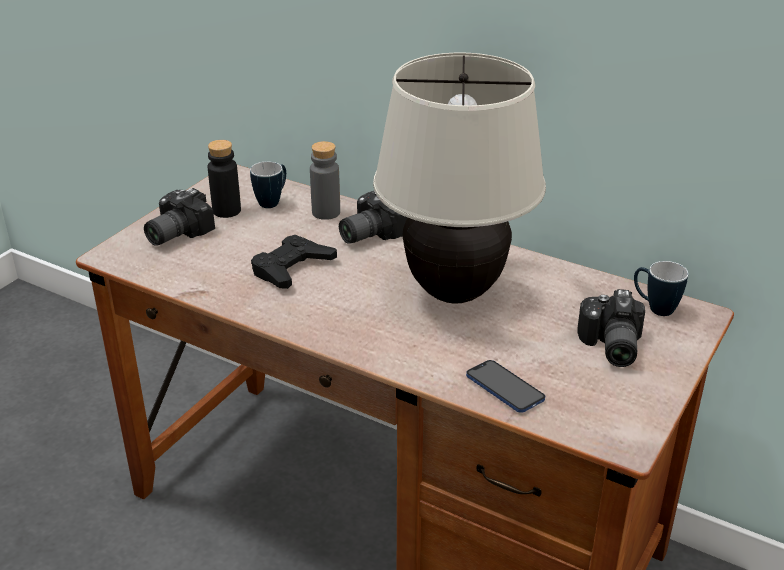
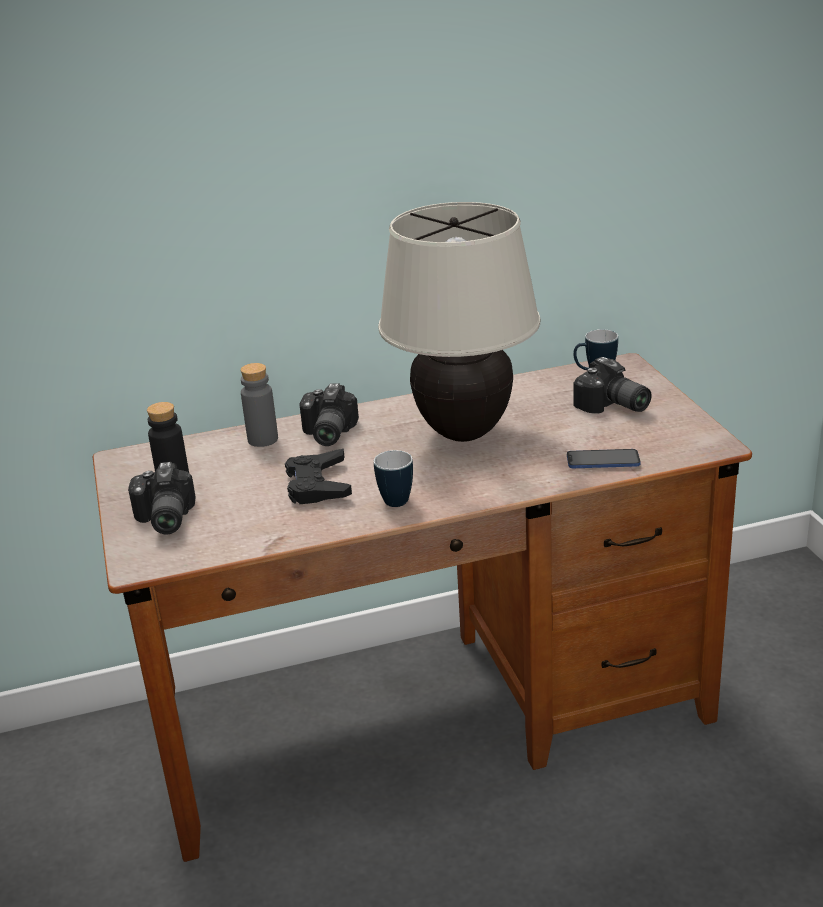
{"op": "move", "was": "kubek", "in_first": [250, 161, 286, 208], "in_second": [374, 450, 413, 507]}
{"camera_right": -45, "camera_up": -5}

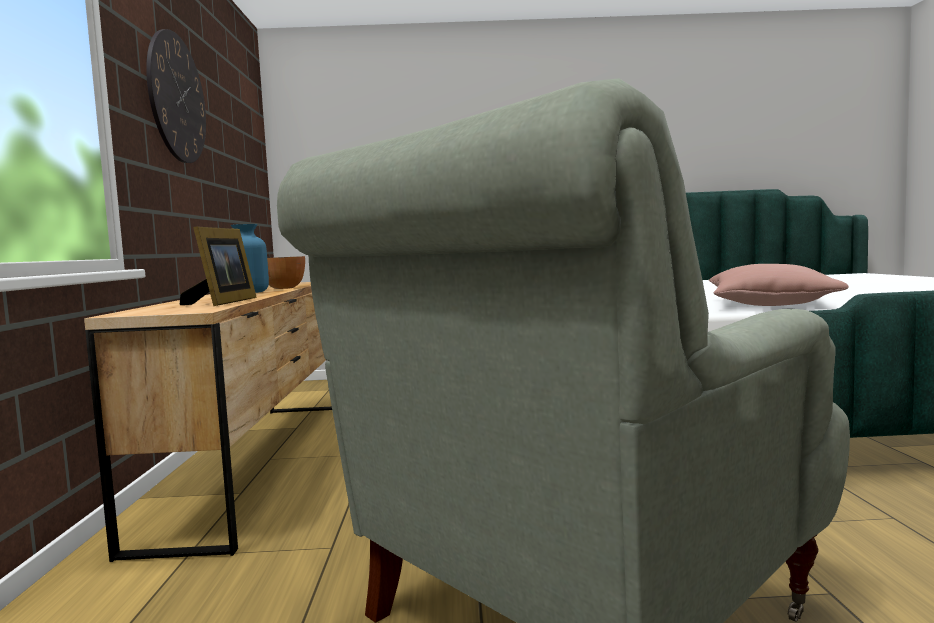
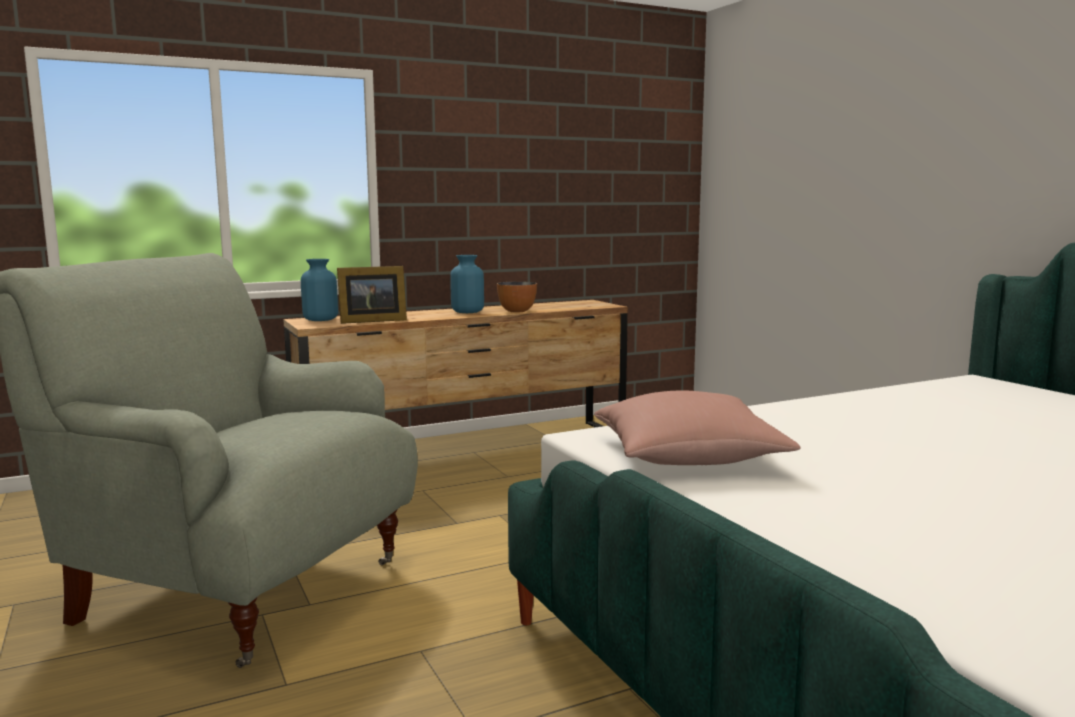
{"op": "delete", "was": "zegar ścienny", "in_first": [146, 29, 206, 163]}
{"op": "insert", "now": "wazon [niebieski]", "in_second": [301, 259, 338, 321]}
{"camera_right": 65, "camera_up": 5}

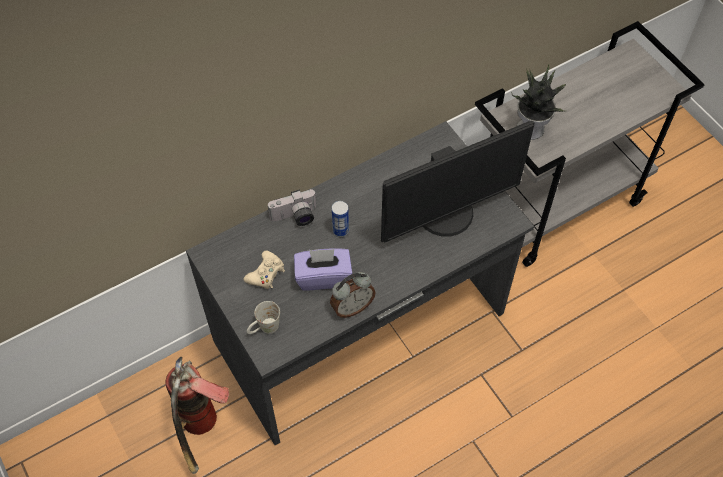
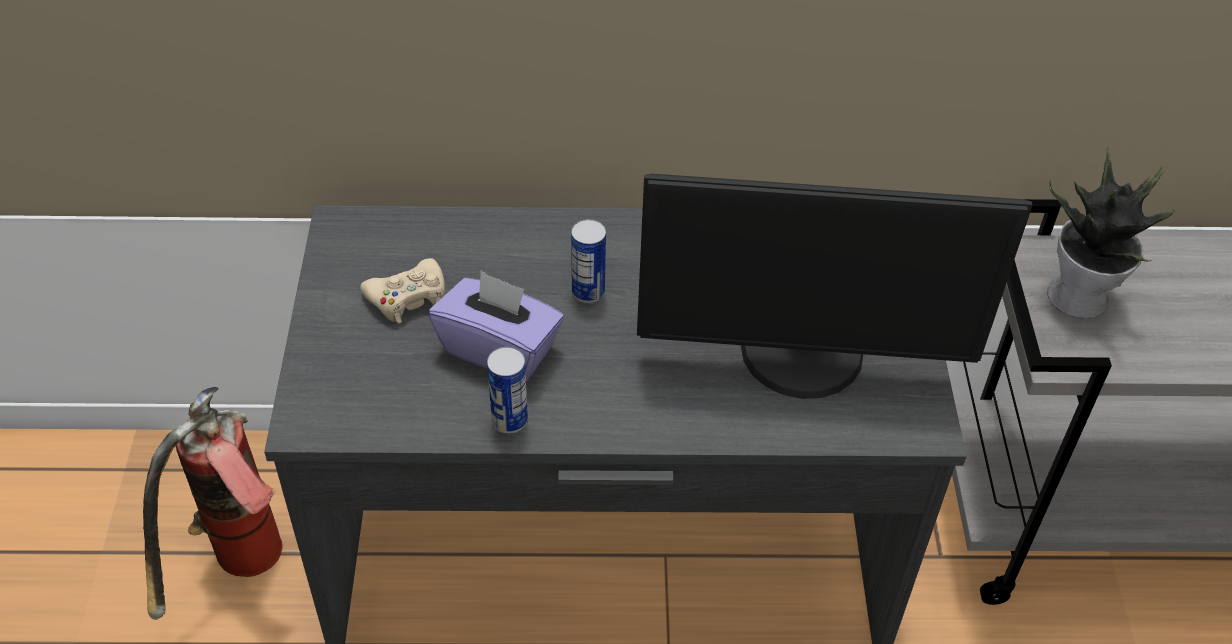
{"op": "delete", "was": "kubek [biały]", "in_first": [247, 301, 280, 334]}
{"op": "delete", "was": "aparat fotograficzny", "in_first": [268, 189, 317, 226]}
{"op": "replace", "was": "budzik", "now": "puszka", "in_first": [330, 272, 376, 318], "in_second": [487, 347, 528, 435]}
{"camera_right": 30, "camera_up": -10}

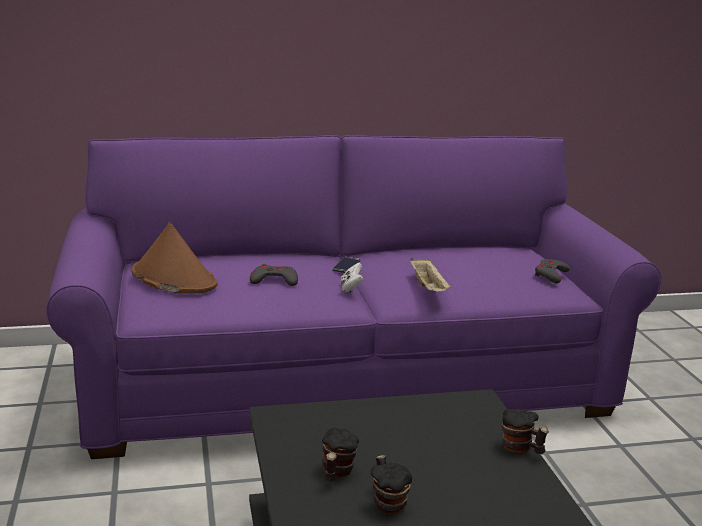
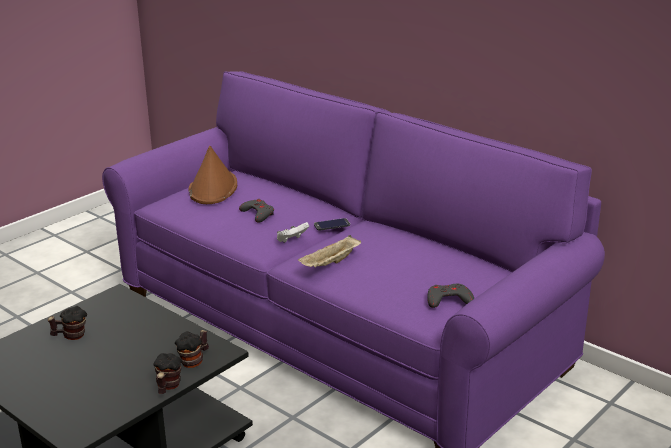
{"op": "move", "was": "kubek", "in_first": [370, 455, 412, 514], "in_second": [175, 330, 209, 368]}
{"camera_right": 55, "camera_up": 5}

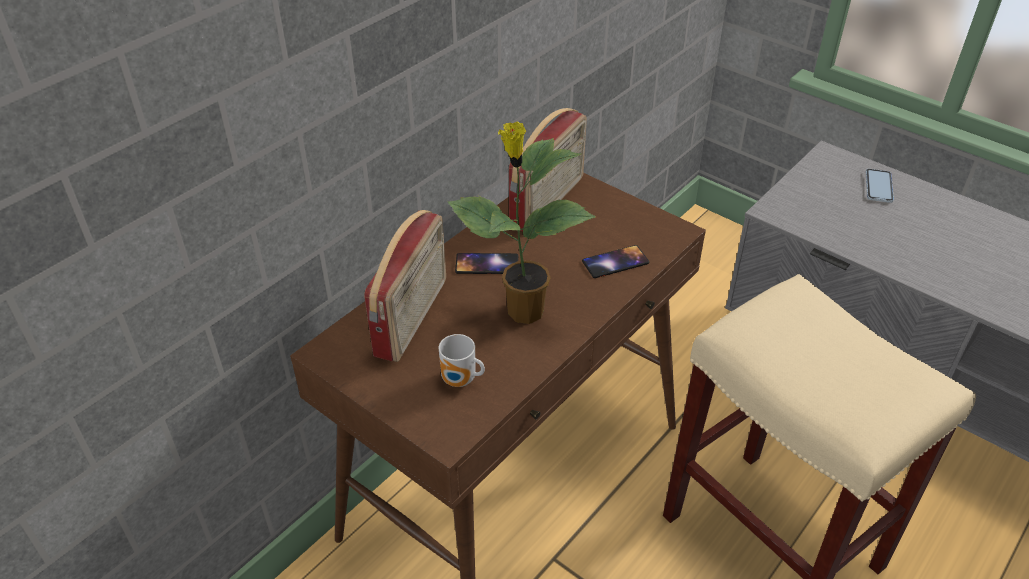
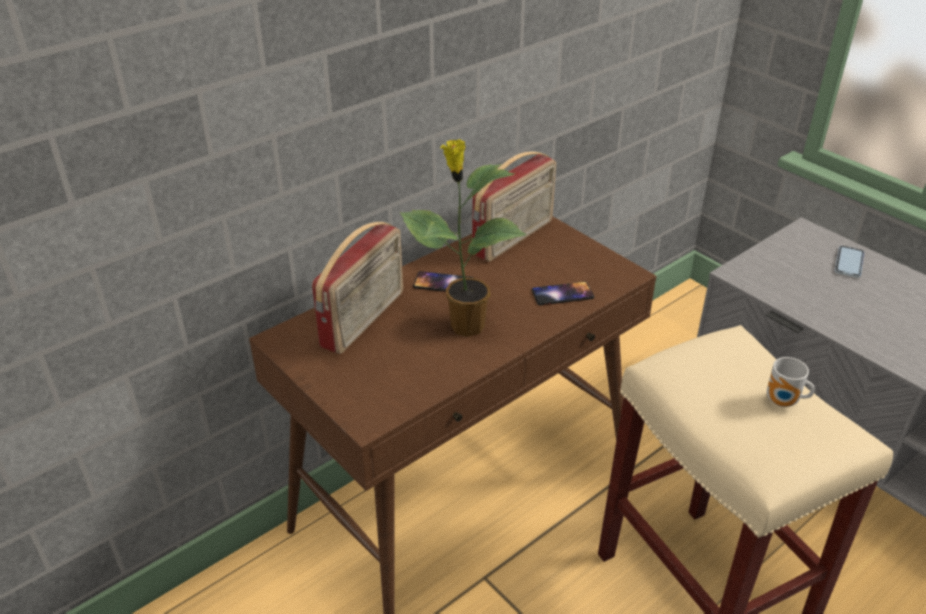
{"op": "move", "was": "kubek", "in_first": [439, 334, 485, 387], "in_second": [767, 357, 815, 407]}
{"camera_right": 10, "camera_up": -5}

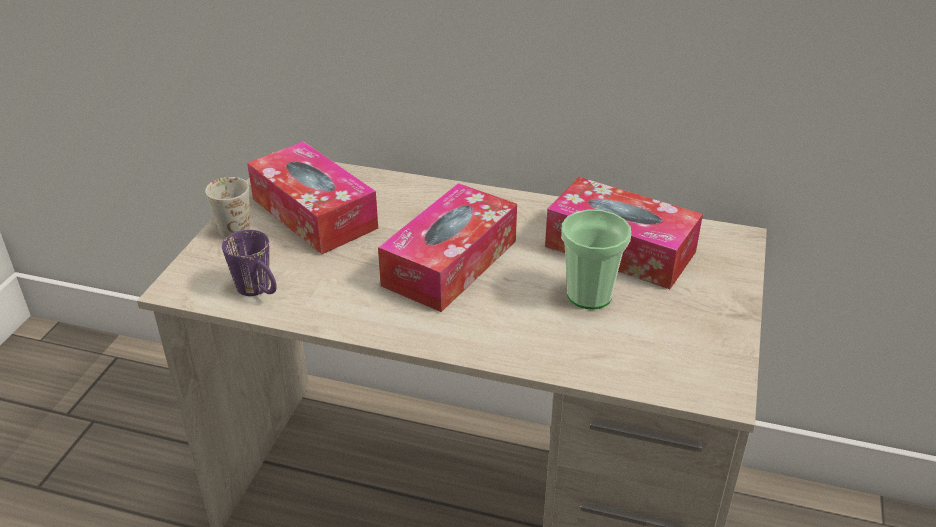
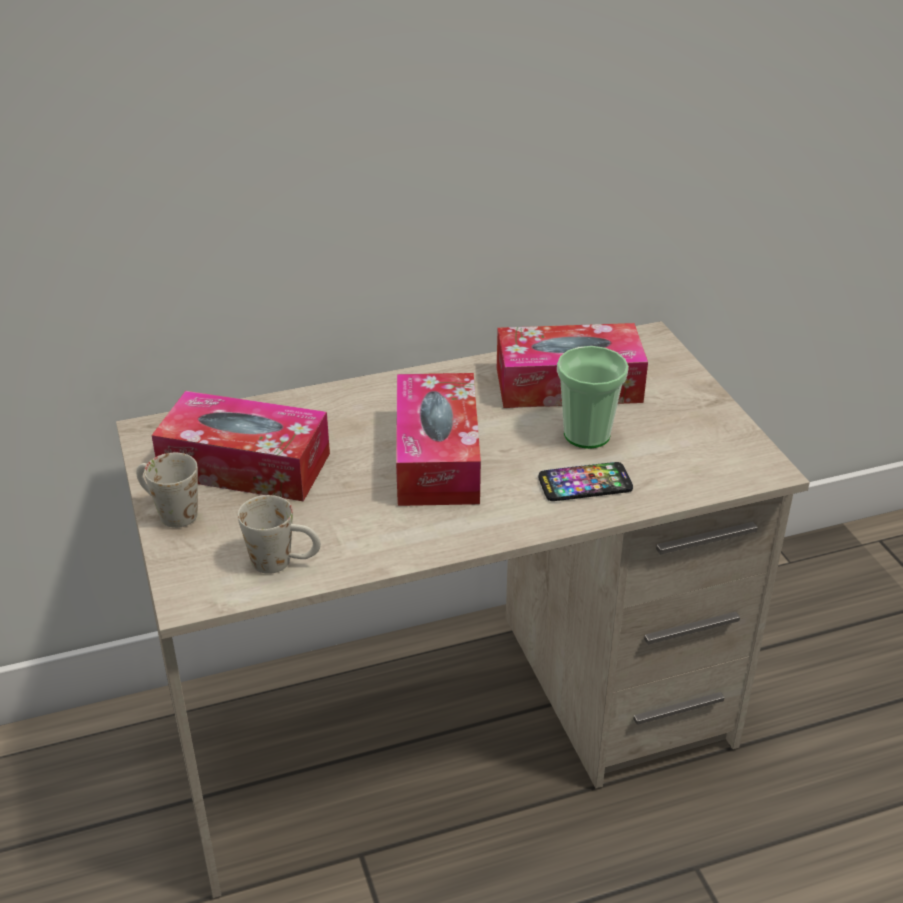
{"op": "recolor", "was": "kubek [fioletowy]", "now": "kubek [biały]", "in_first": [222, 230, 277, 296], "in_second": [238, 495, 321, 574]}
{"op": "insert", "now": "telefon", "in_second": [539, 462, 633, 501]}
{"camera_right": -35, "camera_up": 0}

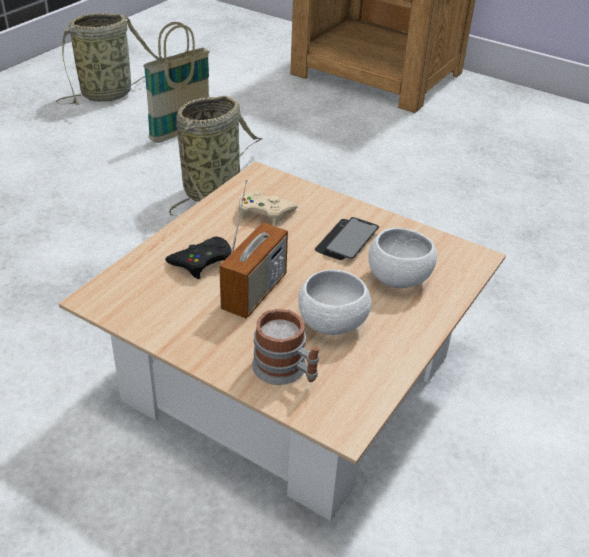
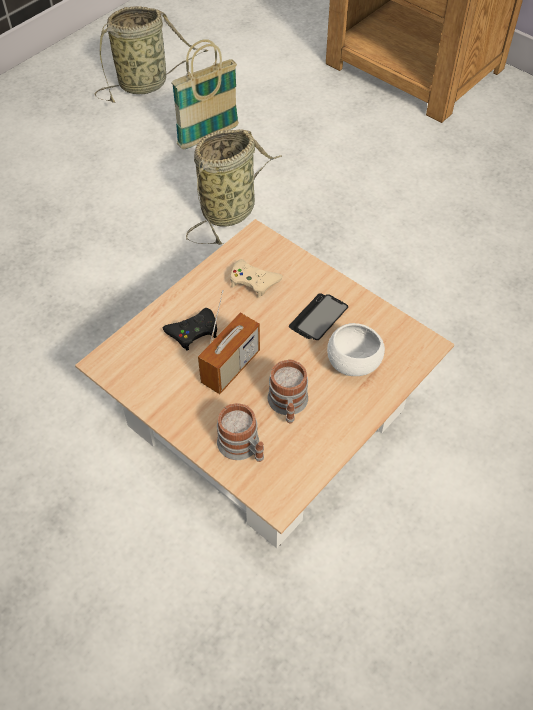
{"op": "replace", "was": "miska [biały]", "now": "kubek", "in_first": [298, 270, 371, 335], "in_second": [268, 359, 308, 423]}
{"camera_right": 10, "camera_up": 15}

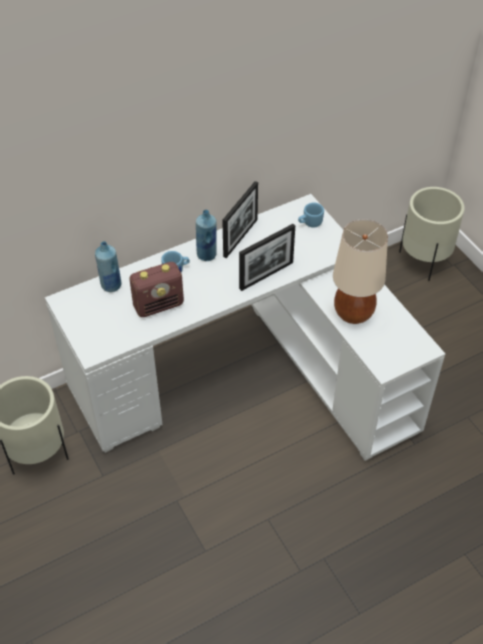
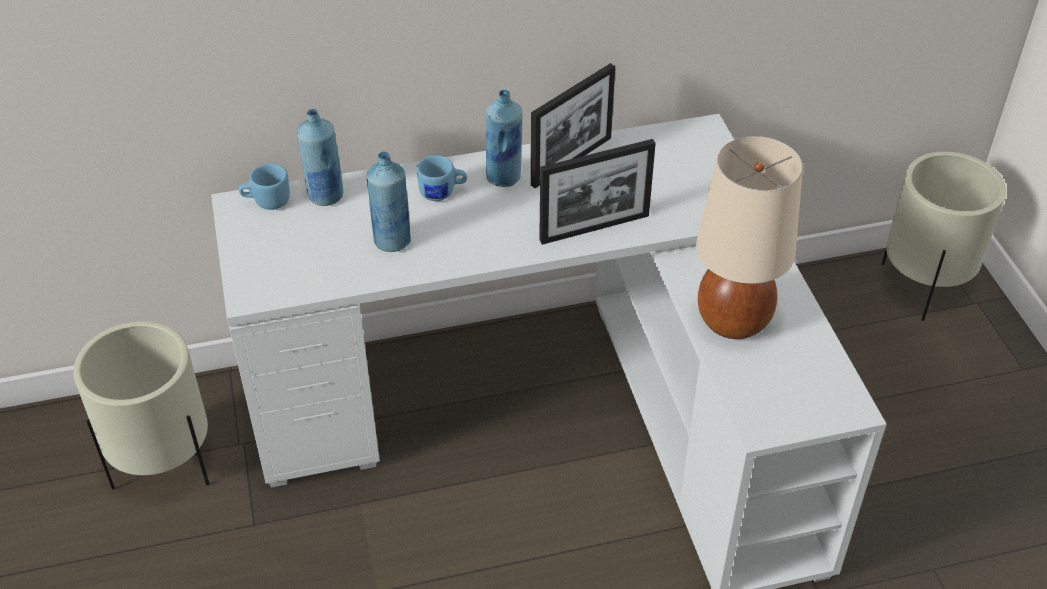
{"op": "replace", "was": "radio", "now": "butelka [niebieski]", "in_first": [129, 262, 184, 317], "in_second": [367, 152, 411, 252]}
{"op": "move", "was": "kubek [niebieski]", "in_first": [298, 203, 324, 228], "in_second": [239, 164, 290, 210]}
{"camera_right": 15, "camera_up": -5}

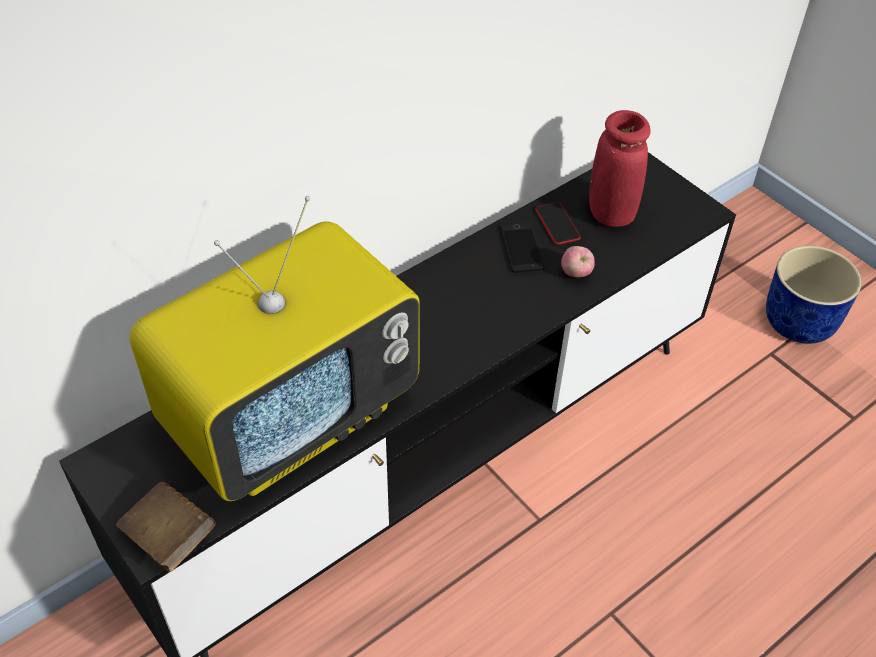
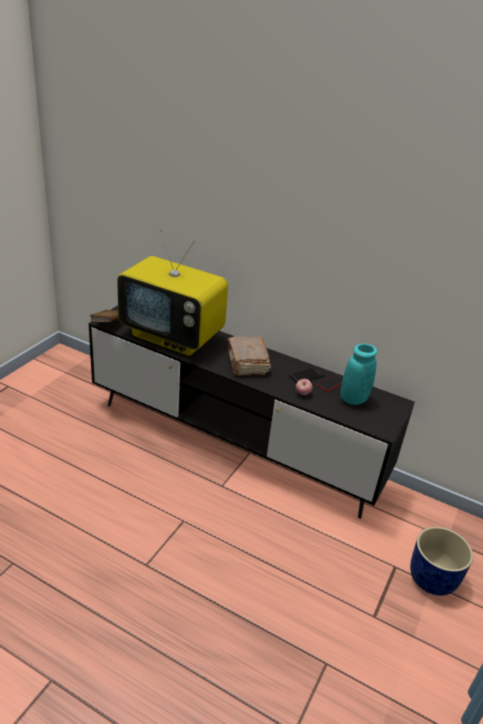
{"op": "recolor", "was": "wazon [czerwony]", "now": "wazon [turkusowy]", "in_first": [589, 110, 651, 227], "in_second": [340, 344, 377, 405]}
{"op": "insert", "now": "książka [brązowy]", "in_second": [227, 336, 271, 376]}
{"camera_right": 65, "camera_up": -15}

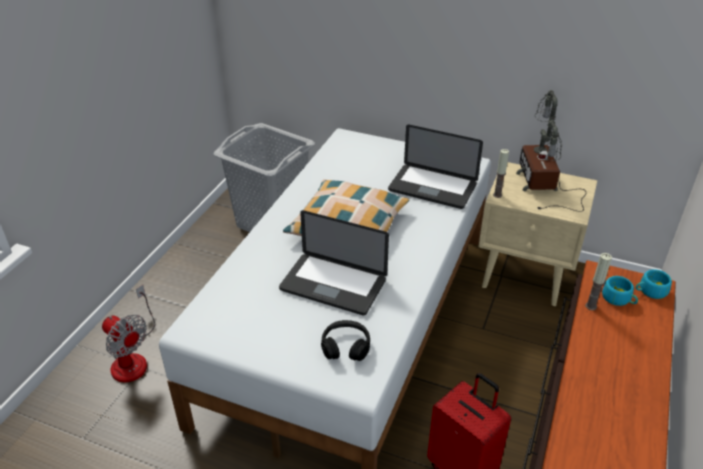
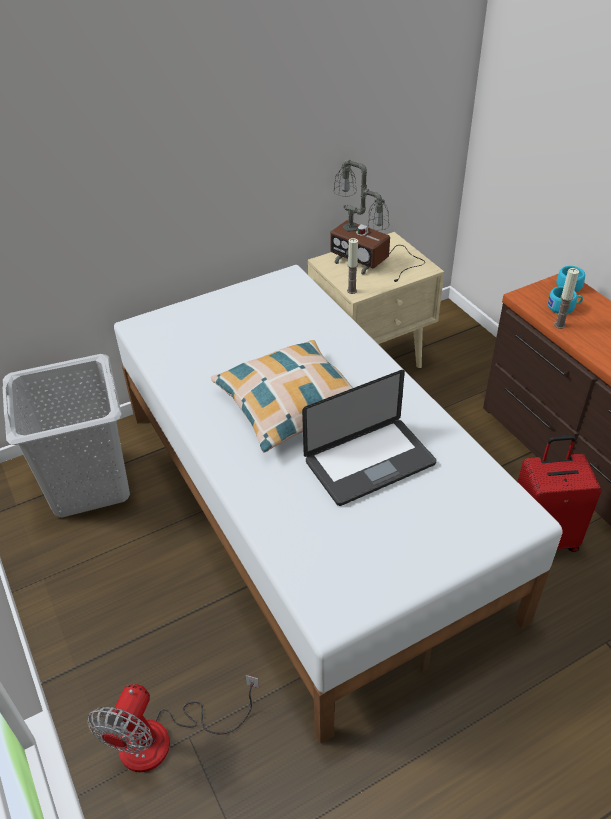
{"op": "rotate", "was": "wentylator", "in_first": [102, 285, 155, 383], "in_second": [87, 675, 259, 772], "clockwise": 120}
{"op": "delete", "was": "słuchawki [czarny]", "in_first": [321, 320, 370, 361]}
{"op": "delete", "was": "laptop", "in_first": [388, 124, 483, 209]}
{"camera_right": -50, "camera_up": 5}

